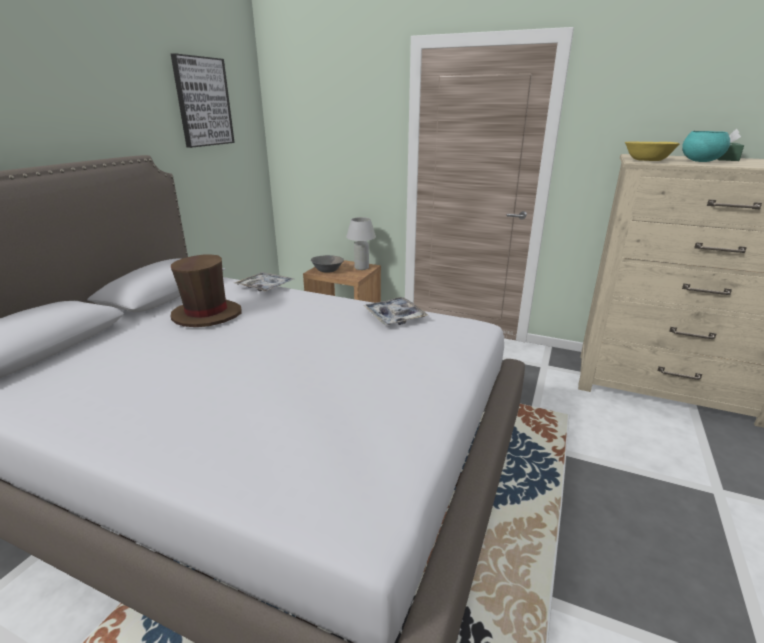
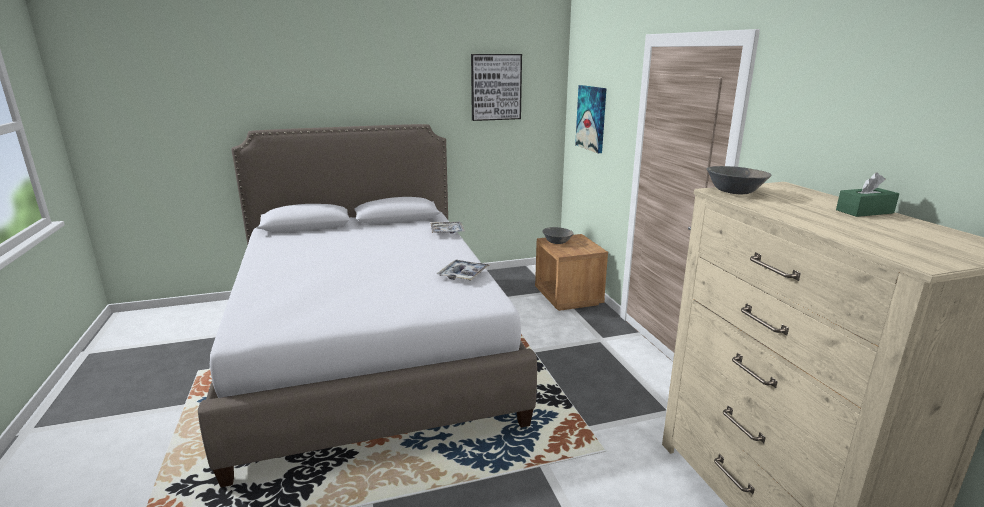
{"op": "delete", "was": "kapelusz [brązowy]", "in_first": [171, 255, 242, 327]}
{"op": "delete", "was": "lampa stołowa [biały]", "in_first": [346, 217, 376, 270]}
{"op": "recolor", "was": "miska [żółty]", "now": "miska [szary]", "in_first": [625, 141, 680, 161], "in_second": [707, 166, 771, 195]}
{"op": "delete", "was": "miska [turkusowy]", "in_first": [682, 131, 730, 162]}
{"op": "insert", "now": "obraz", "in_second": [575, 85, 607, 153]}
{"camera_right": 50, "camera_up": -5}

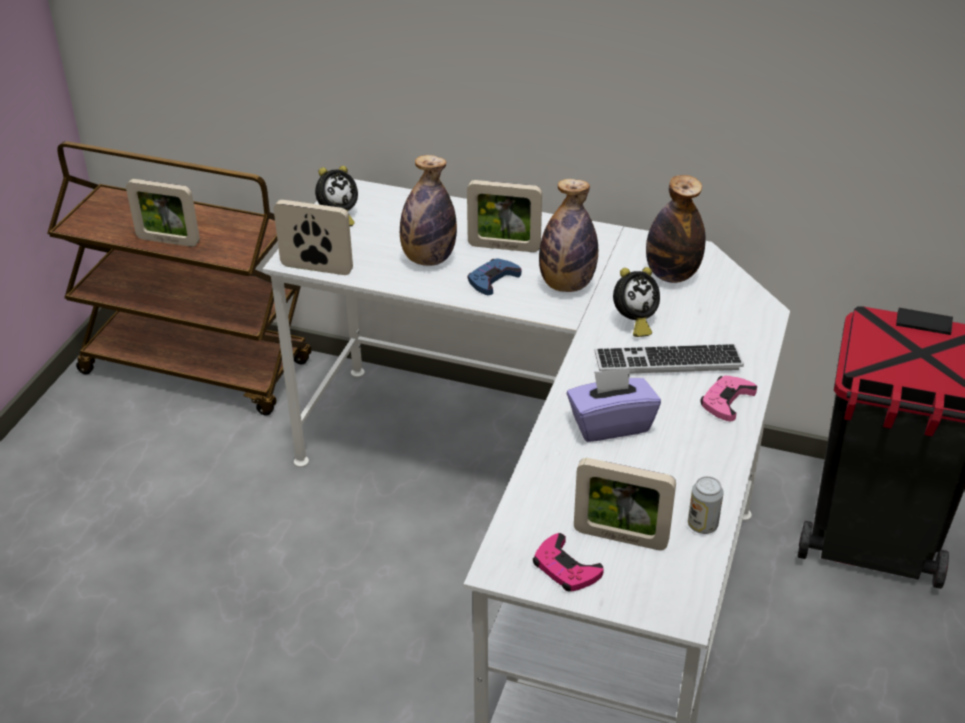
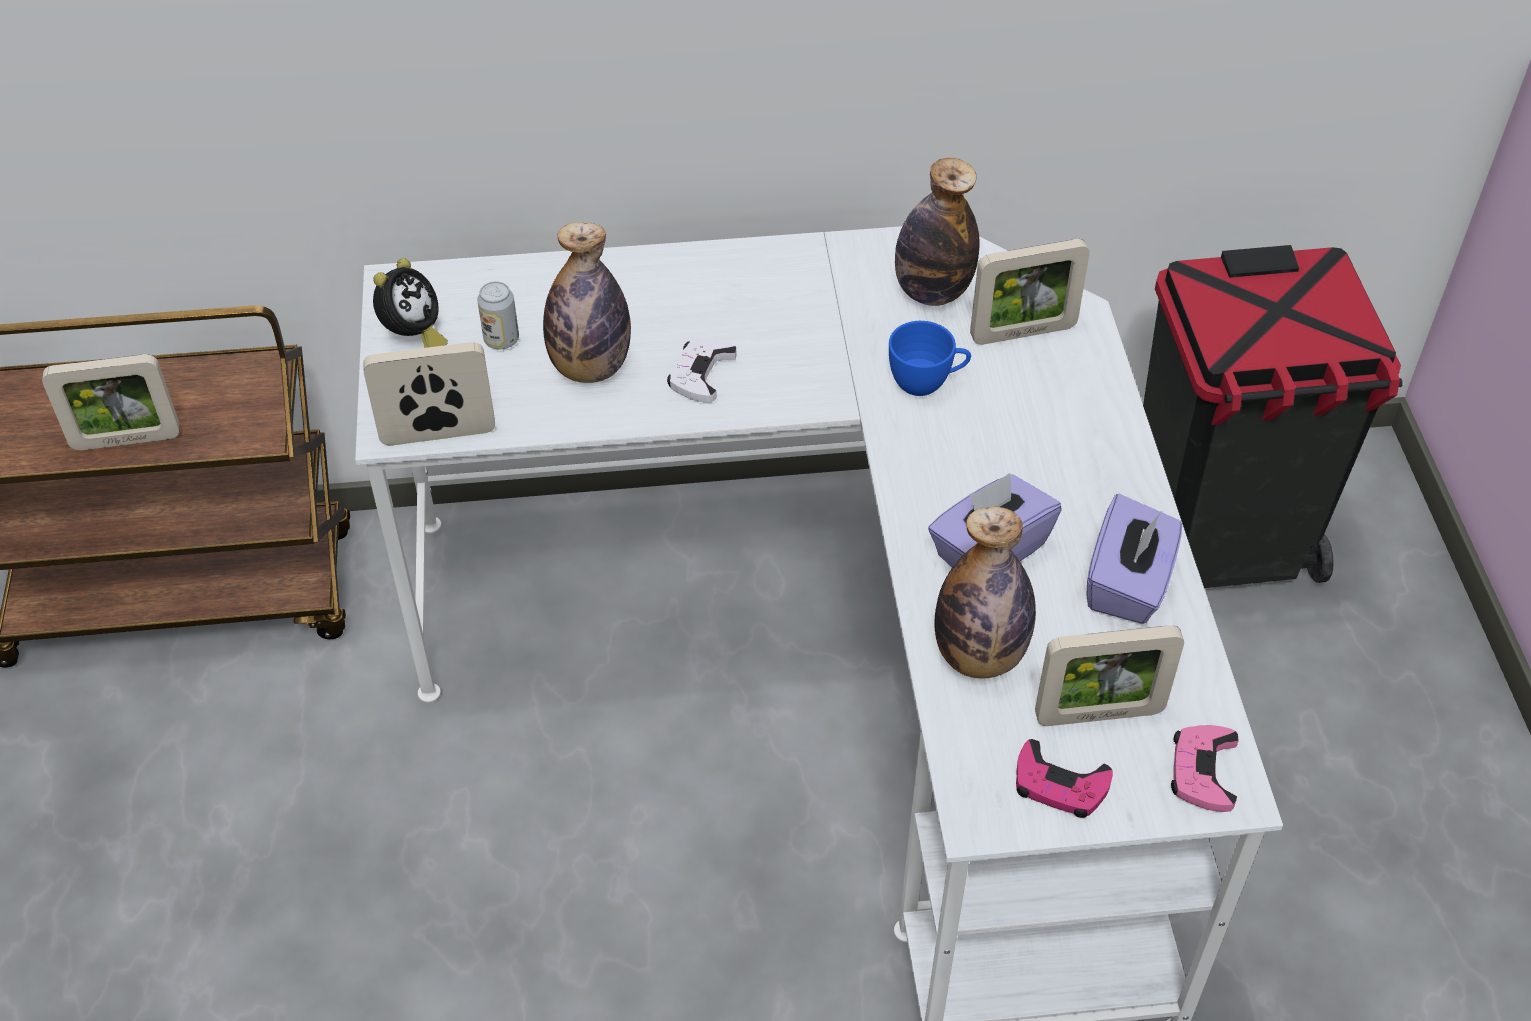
{"op": "move", "was": "ramka na zdjęcie", "in_first": [467, 180, 542, 252], "in_second": [970, 239, 1090, 345]}
{"op": "recolor", "was": "pad do gier [niebieski]", "now": "pad do gier [biały]", "in_first": [467, 258, 521, 295], "in_second": [667, 339, 736, 403]}
{"op": "move", "was": "butelka", "in_first": [539, 179, 598, 292], "in_second": [934, 506, 1036, 679]}
{"op": "delete", "was": "klawiatura", "in_first": [595, 344, 744, 374]}
{"op": "replace", "was": "budzik", "now": "filiżanka [niebieski]", "in_first": [613, 267, 660, 337], "in_second": [889, 321, 971, 396]}
{"op": "move", "was": "puszka", "in_first": [688, 476, 724, 534], "in_second": [477, 281, 519, 349]}
{"op": "move", "was": "pad do gier [różowy]", "in_first": [700, 375, 757, 422], "in_second": [1171, 725, 1239, 812]}
{"op": "insert", "now": "pudełko chusteczek [fioletowy]", "in_second": [1086, 494, 1182, 624]}
{"camera_right": -25, "camera_up": 10}

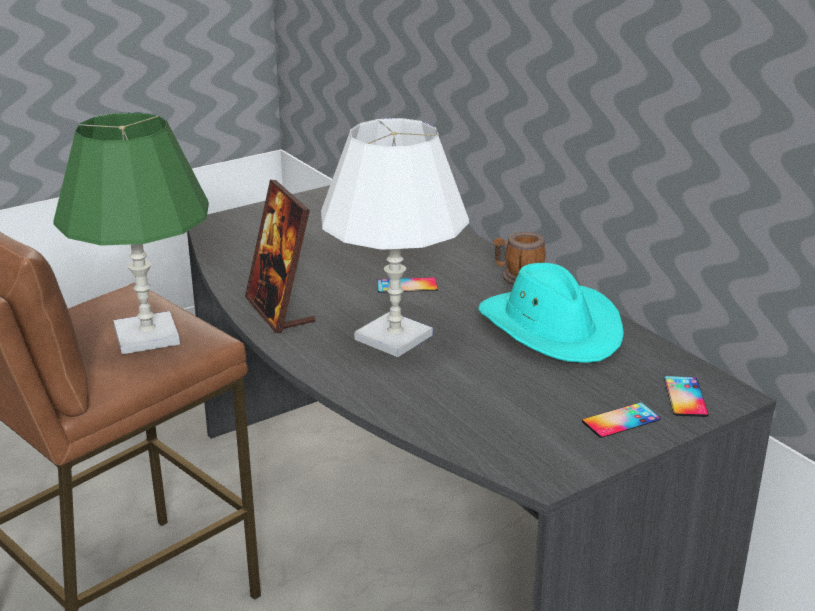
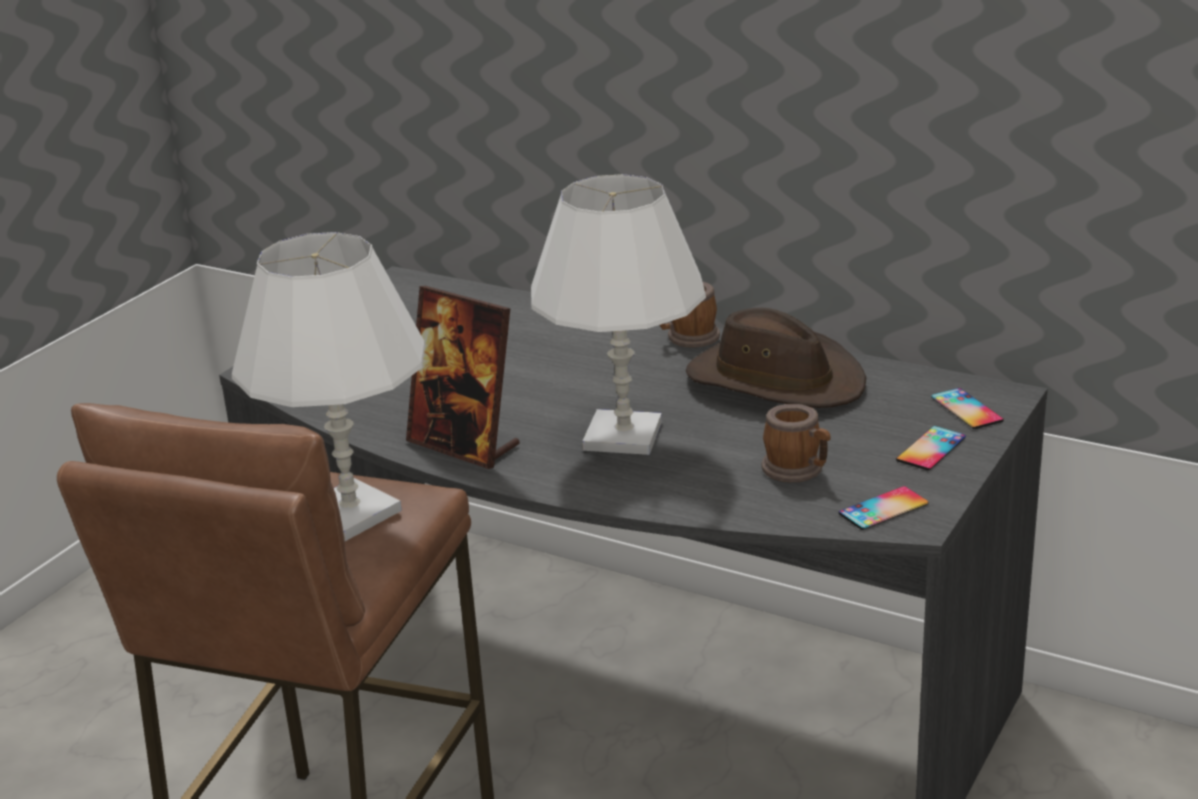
{"op": "recolor", "was": "lampa stołowa [zielony]", "now": "lampa stołowa [biały]", "in_first": [53, 112, 209, 354], "in_second": [232, 232, 426, 541]}
{"op": "move", "was": "telefon", "in_first": [377, 277, 438, 293], "in_second": [839, 486, 929, 530]}
{"op": "recolor", "was": "kapelusz [turkusowy]", "now": "kapelusz [brązowy]", "in_first": [478, 263, 624, 363], "in_second": [686, 308, 866, 408]}
{"op": "insert", "now": "kubek", "in_second": [762, 404, 830, 483]}
{"camera_right": -25, "camera_up": 0}

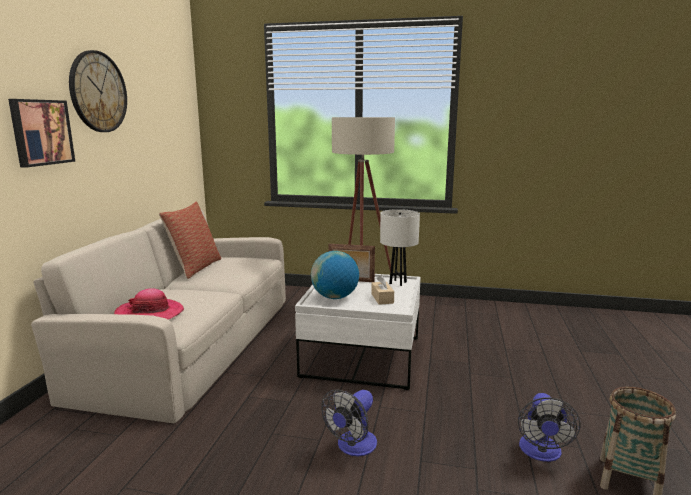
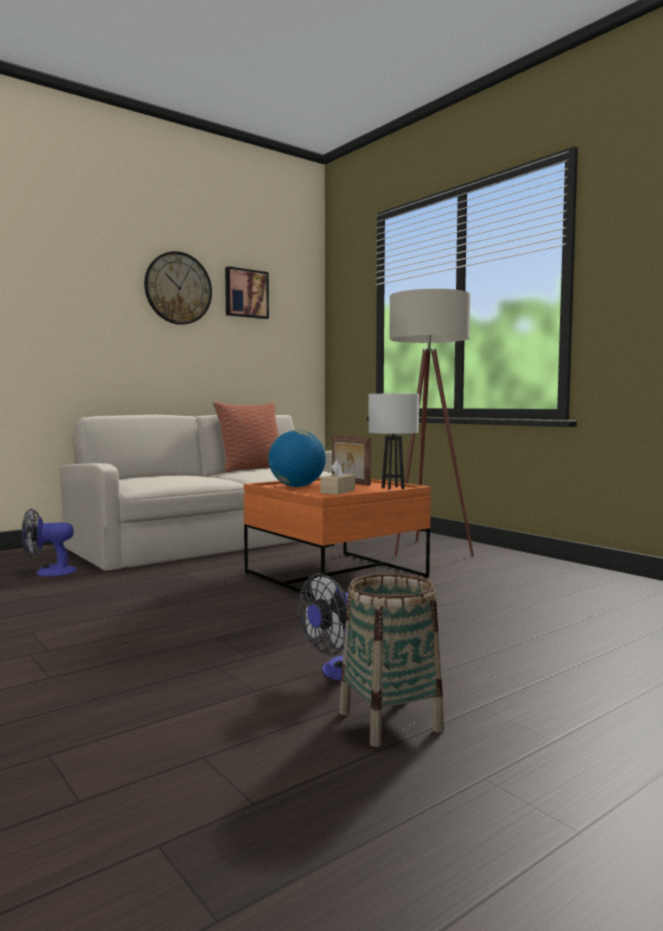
{"op": "move", "was": "obraz", "in_first": [8, 99, 75, 167], "in_second": [225, 266, 269, 319]}
{"op": "delete", "was": "kapelusz", "in_first": [114, 288, 184, 320]}
{"op": "recolor", "was": "ława [biały]", "now": "ława [pomarańczowy]", "in_first": [295, 274, 421, 390], "in_second": [243, 477, 431, 598]}
{"op": "move", "was": "wentylator", "in_first": [321, 389, 377, 456], "in_second": [22, 508, 77, 577]}
{"camera_right": 40, "camera_up": -10}

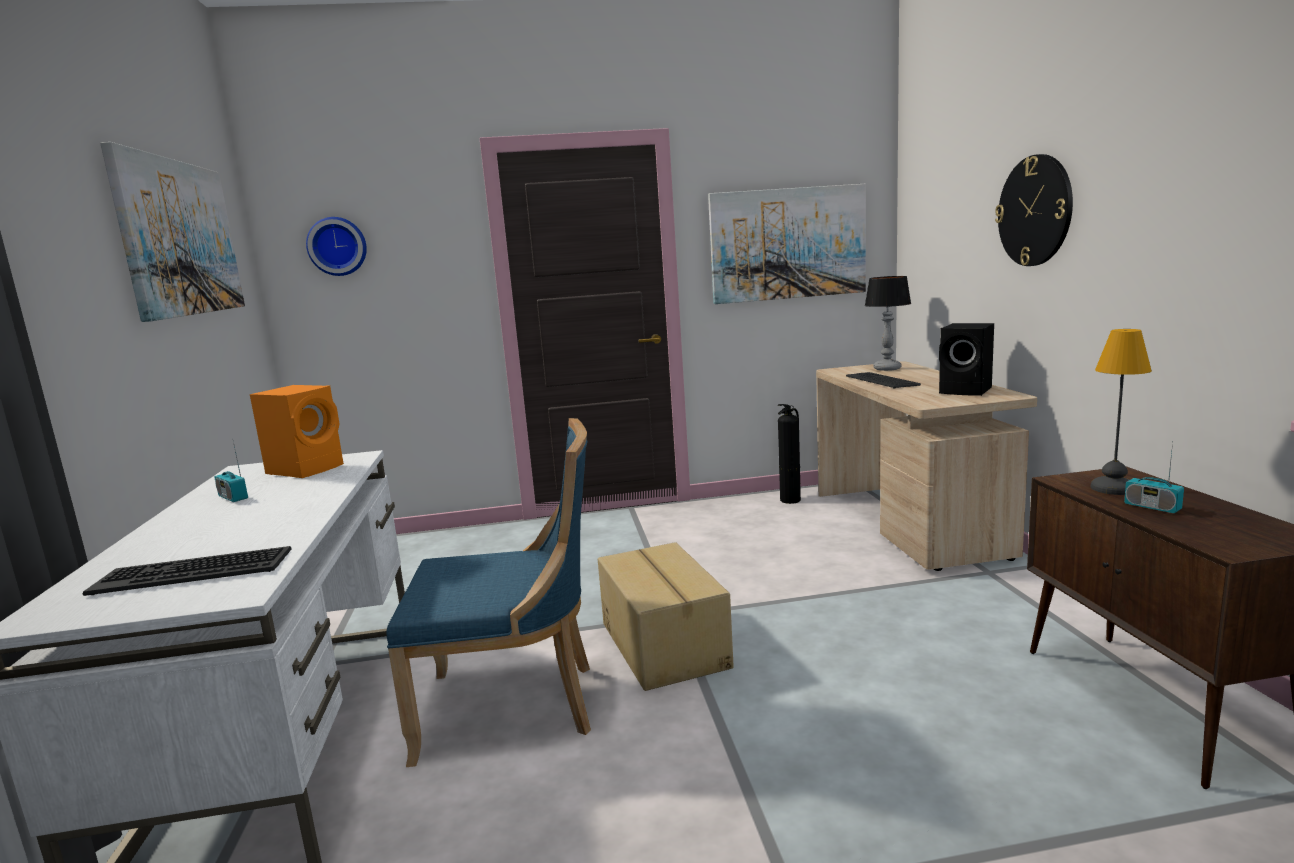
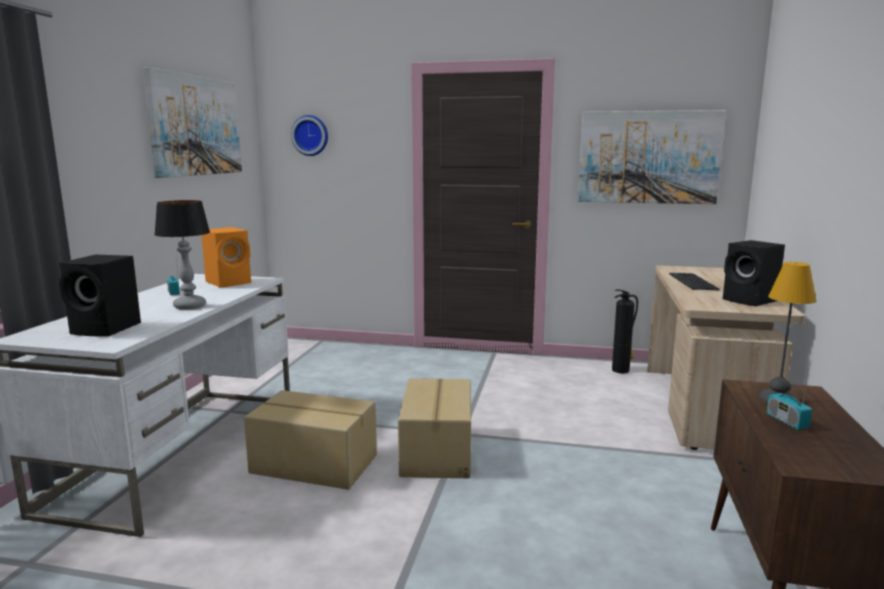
{"op": "replace", "was": "klawiatura", "now": "głośnik [czarny]", "in_first": [82, 546, 292, 596], "in_second": [59, 255, 141, 336]}
{"op": "replace", "was": "krzesło [niebieski]", "now": "karton", "in_first": [386, 418, 591, 767], "in_second": [244, 390, 377, 490]}
{"op": "move", "was": "lampa stołowa", "in_first": [865, 276, 911, 371], "in_second": [154, 200, 210, 310]}
{"op": "delete", "was": "zegar ścienny", "in_first": [995, 154, 1073, 266]}
{"camera_right": 20, "camera_up": 0}

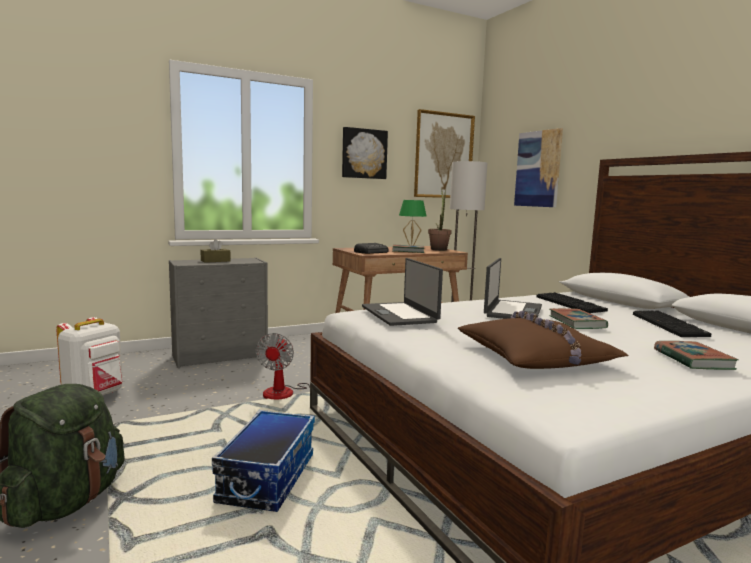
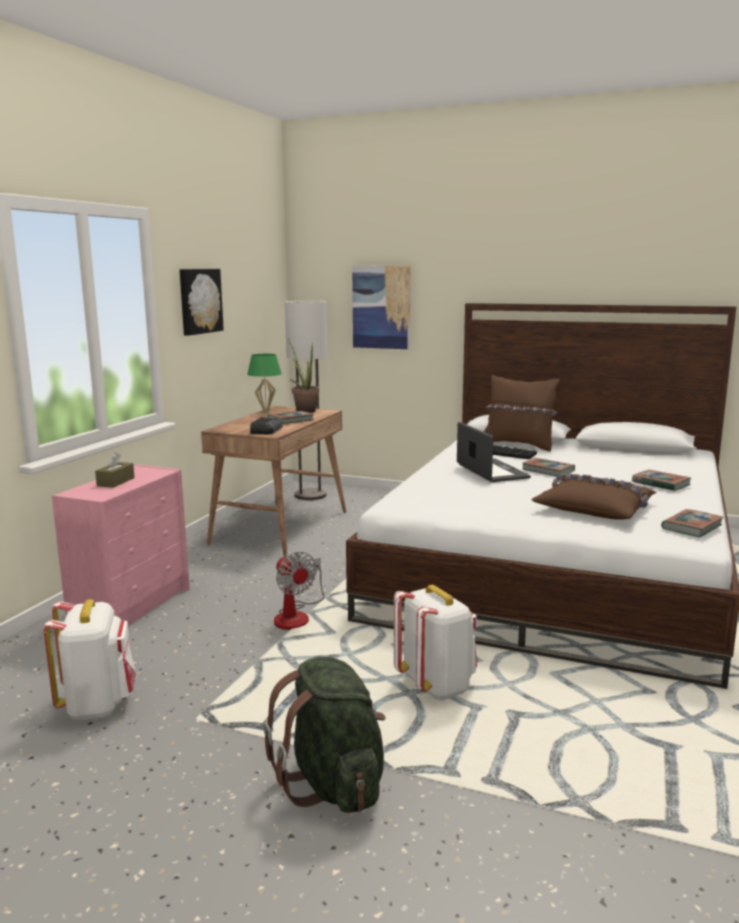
{"op": "recolor", "was": "komoda [szary]", "now": "komoda [różowy]", "in_first": [169, 257, 268, 368], "in_second": [52, 464, 190, 625]}
{"op": "replace", "was": "pojemnik do przechowywania", "now": "plecak [biały]", "in_first": [212, 410, 315, 512], "in_second": [394, 585, 477, 700]}
{"op": "delete", "was": "laptop", "in_first": [362, 258, 443, 326]}
{"op": "delete", "was": "obraz", "in_first": [414, 109, 475, 198]}
{"op": "delete", "was": "klawiatura", "in_first": [633, 310, 711, 337]}
{"op": "insert", "now": "poduszka [brązowy]", "in_second": [484, 375, 559, 451]}
{"op": "insert", "now": "książka", "in_second": [661, 509, 724, 537]}
{"camera_right": -40, "camera_up": 5}

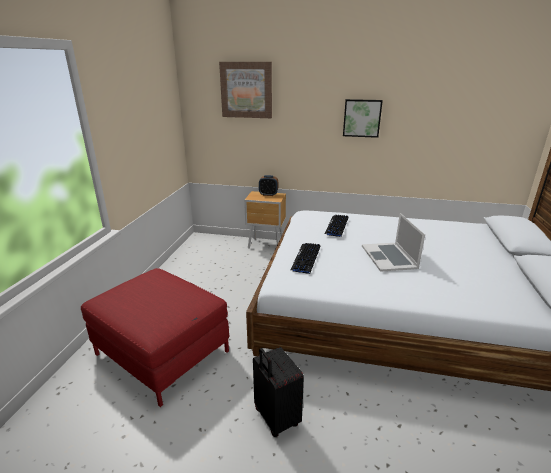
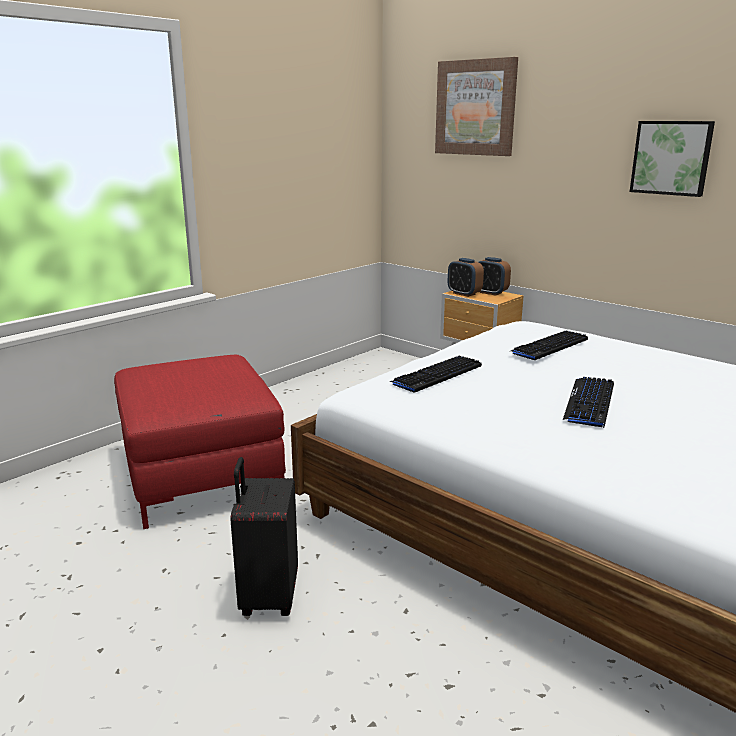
{"op": "replace", "was": "laptop", "now": "klawiatura", "in_first": [362, 213, 425, 272], "in_second": [563, 377, 614, 428]}
{"op": "insert", "now": "budzik", "in_second": [448, 258, 484, 297]}
{"camera_right": 30, "camera_up": -5}

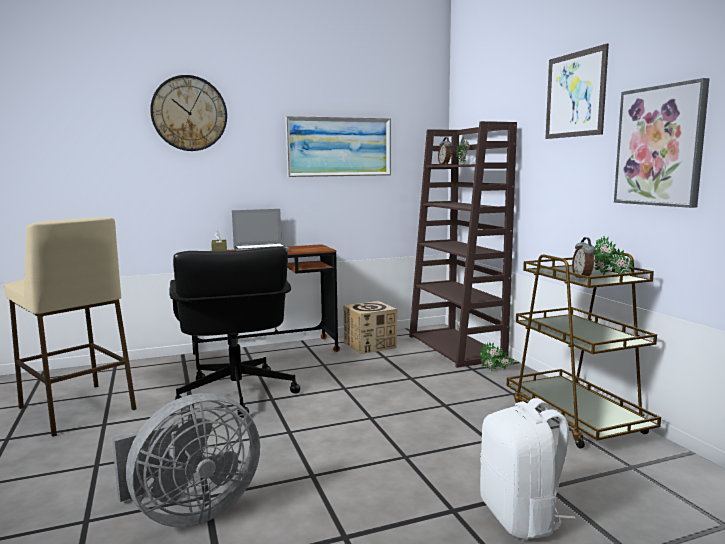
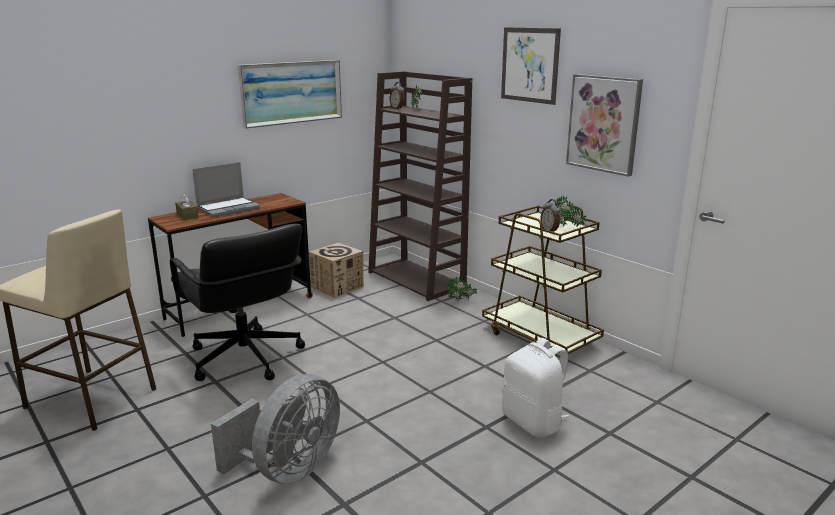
{"op": "delete", "was": "zegar ścienny", "in_first": [150, 75, 227, 151]}
{"camera_right": -20, "camera_up": 10}

